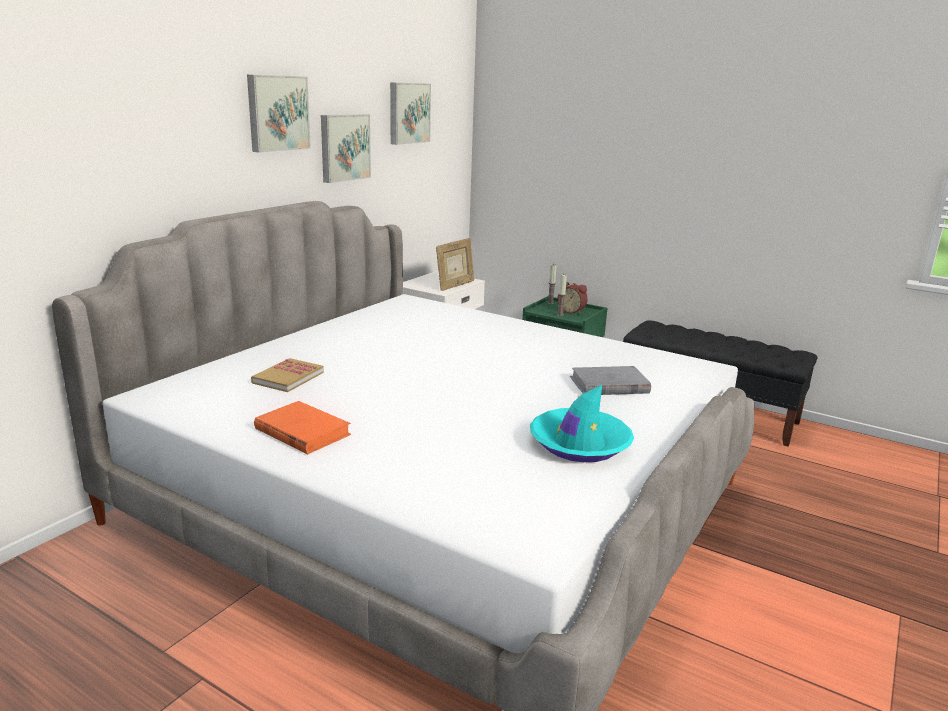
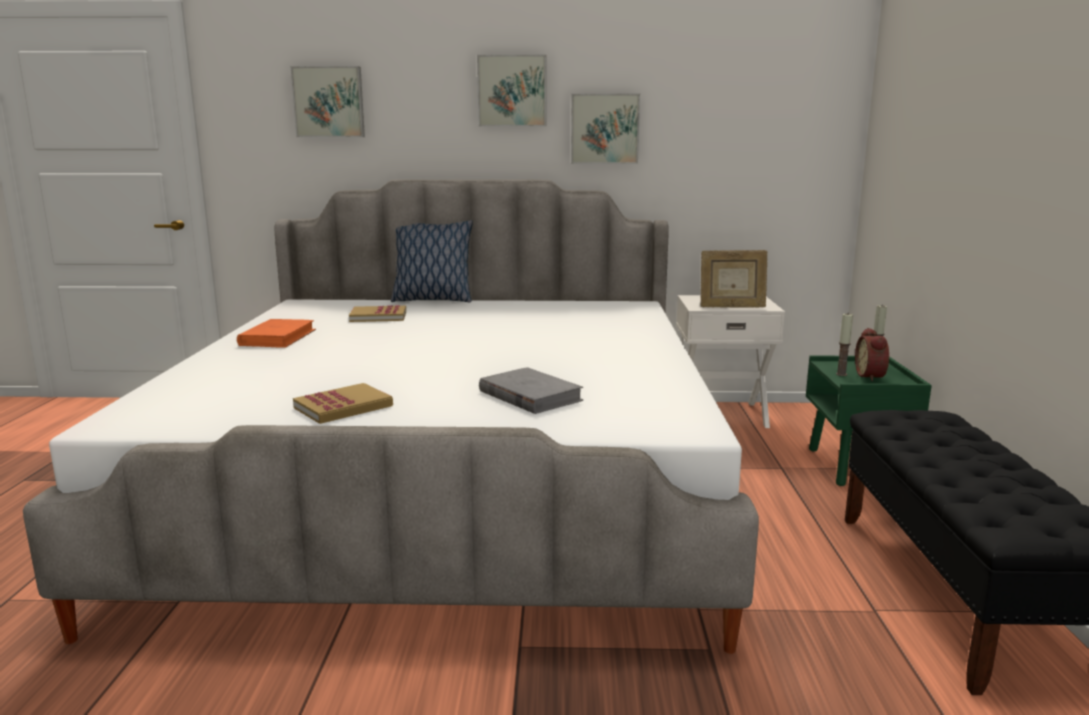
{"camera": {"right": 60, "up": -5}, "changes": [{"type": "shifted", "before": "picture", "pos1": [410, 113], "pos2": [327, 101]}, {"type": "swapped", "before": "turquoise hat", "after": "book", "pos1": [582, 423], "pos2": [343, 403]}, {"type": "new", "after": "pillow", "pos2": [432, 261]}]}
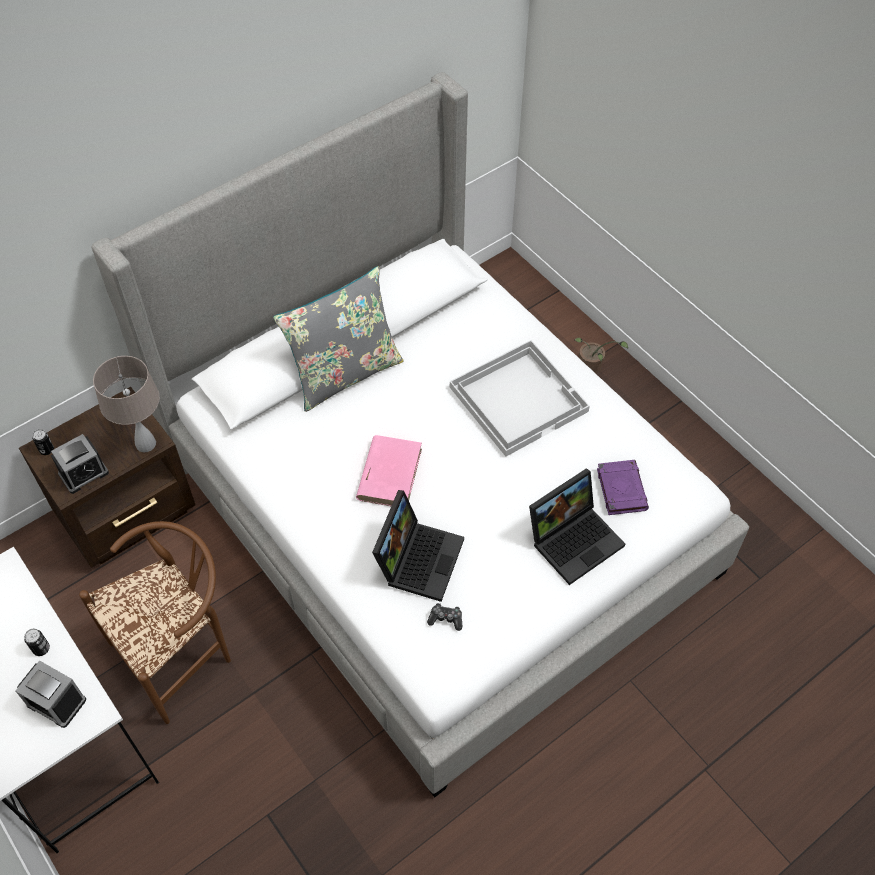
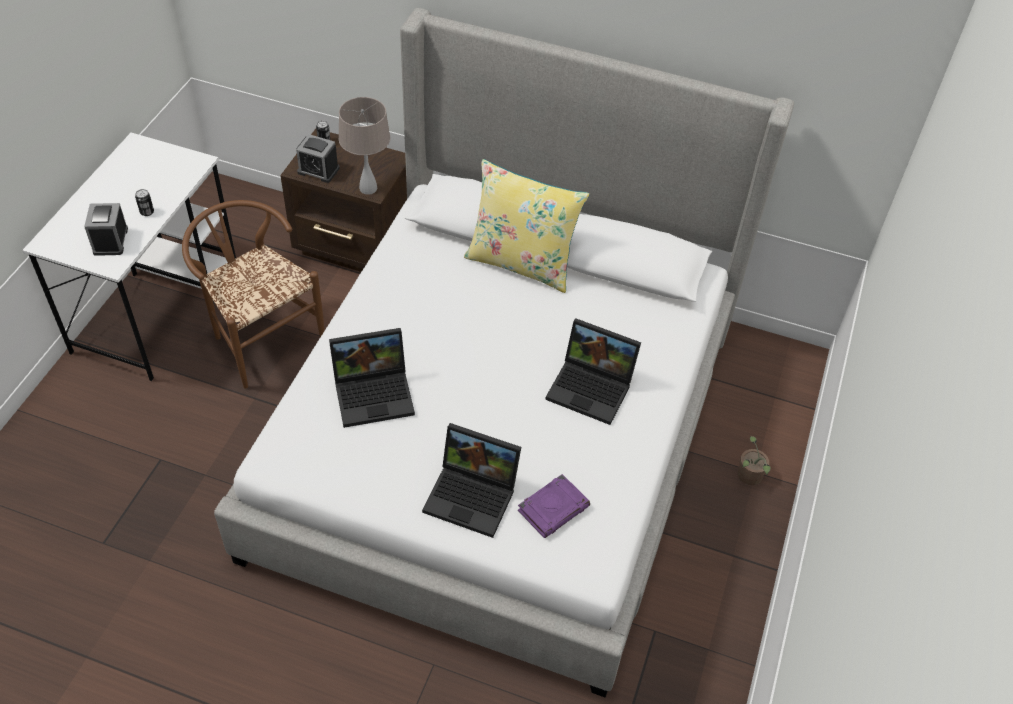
{"camera": {"right": 55, "up": -5}, "changes": [{"type": "repainted", "before": "grey pillow", "after": "yellow pillow", "pos1": [338, 339], "pos2": [527, 226]}, {"type": "swapped", "before": "white tray", "after": "laptop", "pos1": [520, 398], "pos2": [593, 371]}, {"type": "gone", "before": "pink book", "pos1": [389, 470]}, {"type": "rotated", "before": "brown chair", "pos1": [155, 622], "pos2": [253, 294], "turn": -150}, {"type": "gone", "before": "game controller", "pos1": [444, 617]}]}
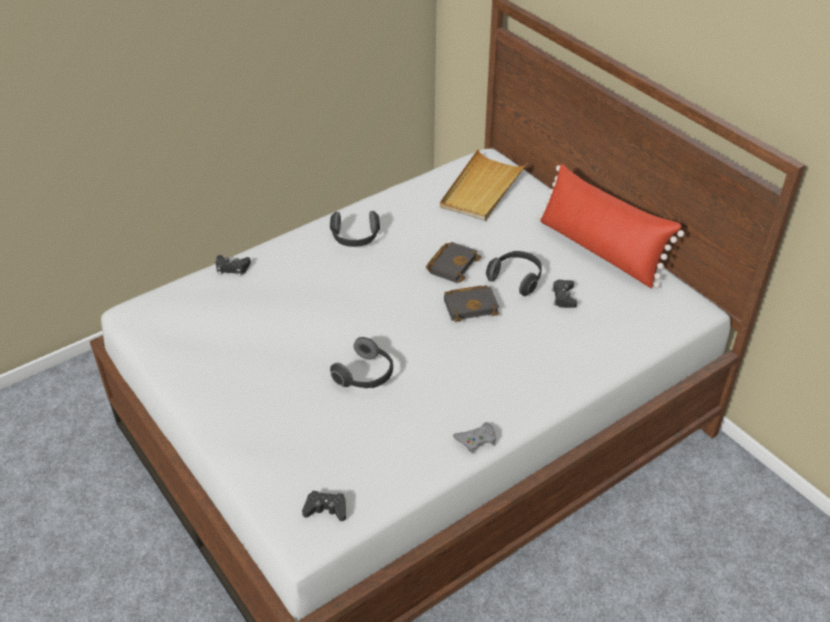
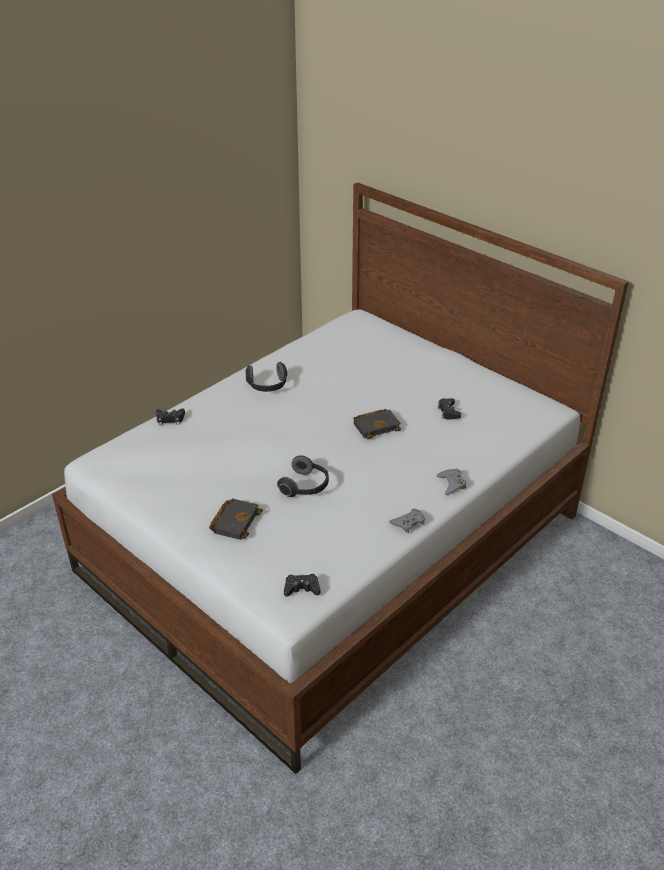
{"camera": {"right": -10, "up": -5}, "changes": [{"type": "gone", "before": "beige tray", "pos1": [484, 185]}, {"type": "gone", "before": "red pillow", "pos1": [611, 226]}, {"type": "shifted", "before": "black book", "pos1": [453, 262], "pos2": [236, 519]}, {"type": "gone", "before": "headphones", "pos1": [514, 273]}, {"type": "new", "after": "grey game controller", "pos2": [452, 482]}]}
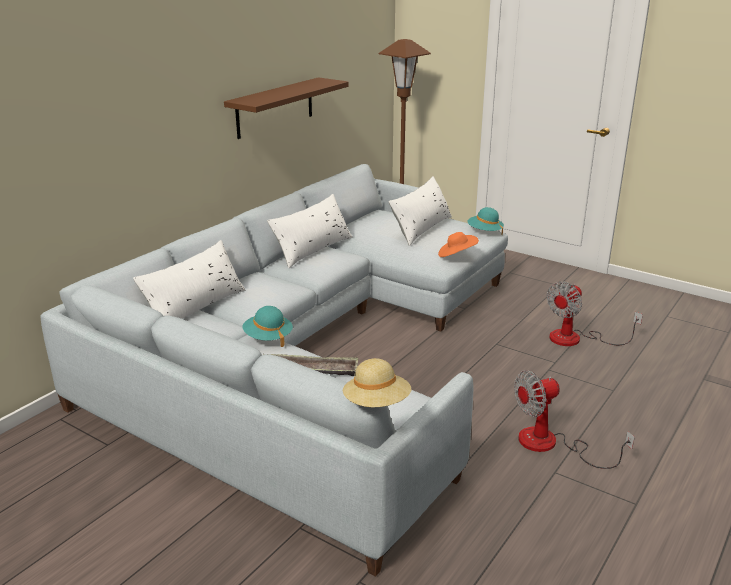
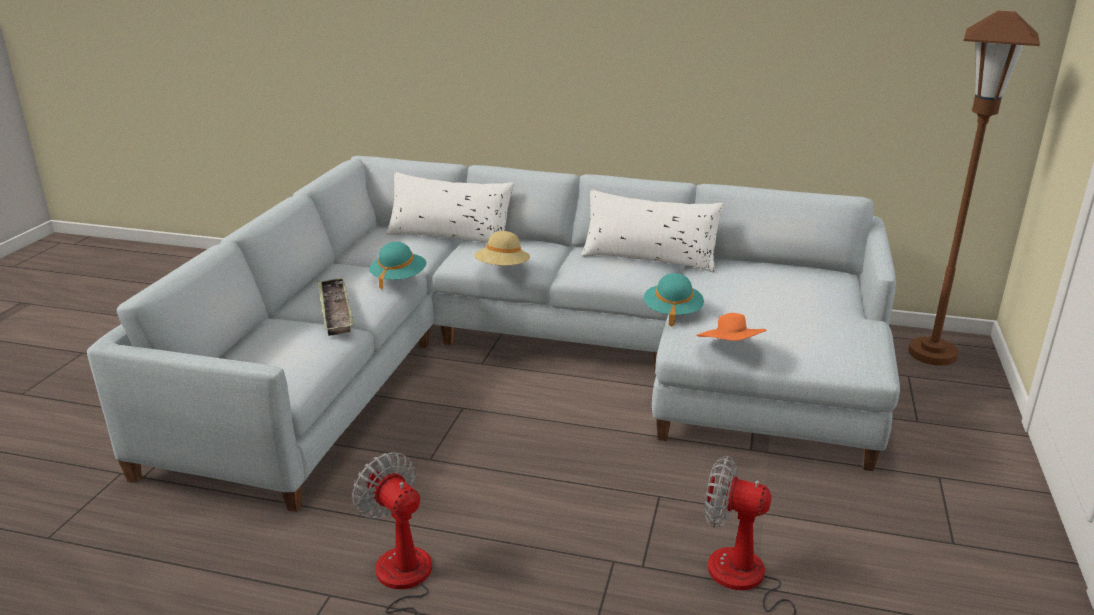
{"camera": {"right": 70, "up": 0}, "changes": [{"type": "gone", "before": "brown shelf", "pos1": [286, 108]}, {"type": "gone", "before": "white pillow", "pos1": [420, 211]}, {"type": "shifted", "before": "turquoise hat", "pos1": [486, 221], "pos2": [674, 300]}, {"type": "shifted", "before": "beige hat", "pos1": [377, 382], "pos2": [502, 248]}]}
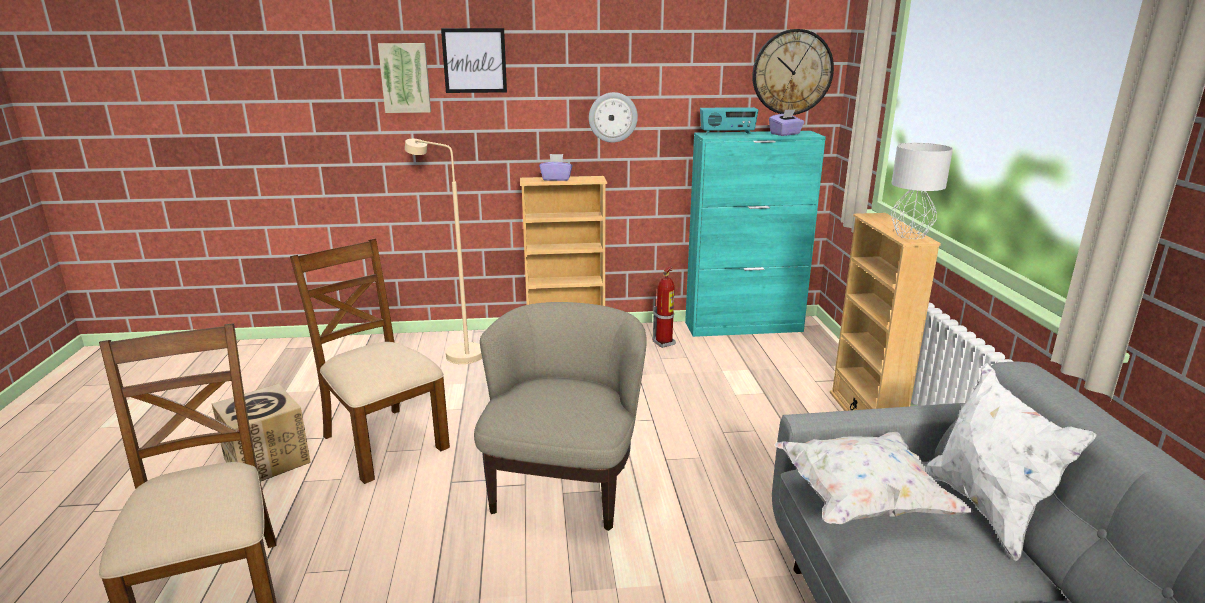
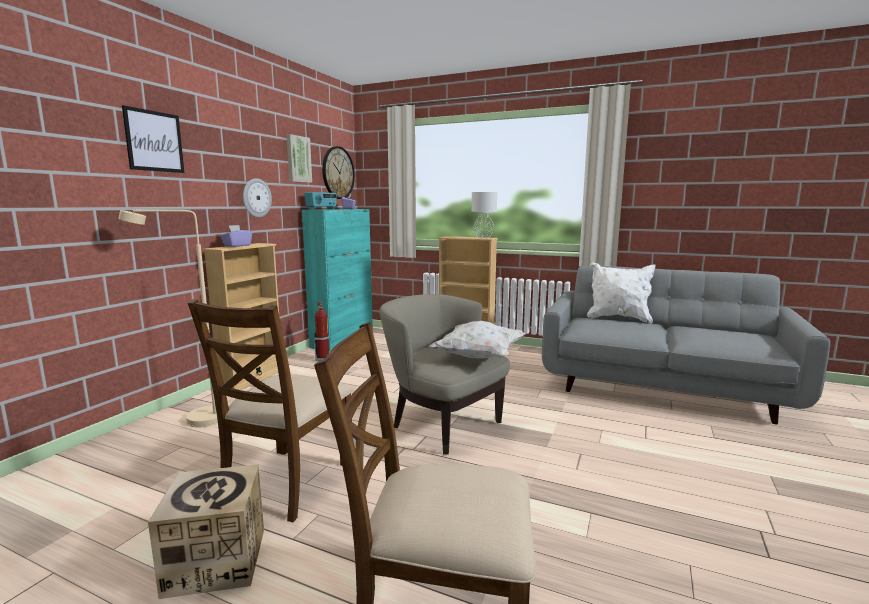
{"camera": {"right": -60, "up": -10}, "changes": [{"type": "shifted", "before": "picture", "pos1": [404, 78], "pos2": [299, 158]}, {"type": "rotated", "before": "brown chair", "pos1": [370, 361], "pos2": [270, 410], "turn": -60}, {"type": "shifted", "before": "white pillow", "pos1": [874, 478], "pos2": [477, 340]}]}
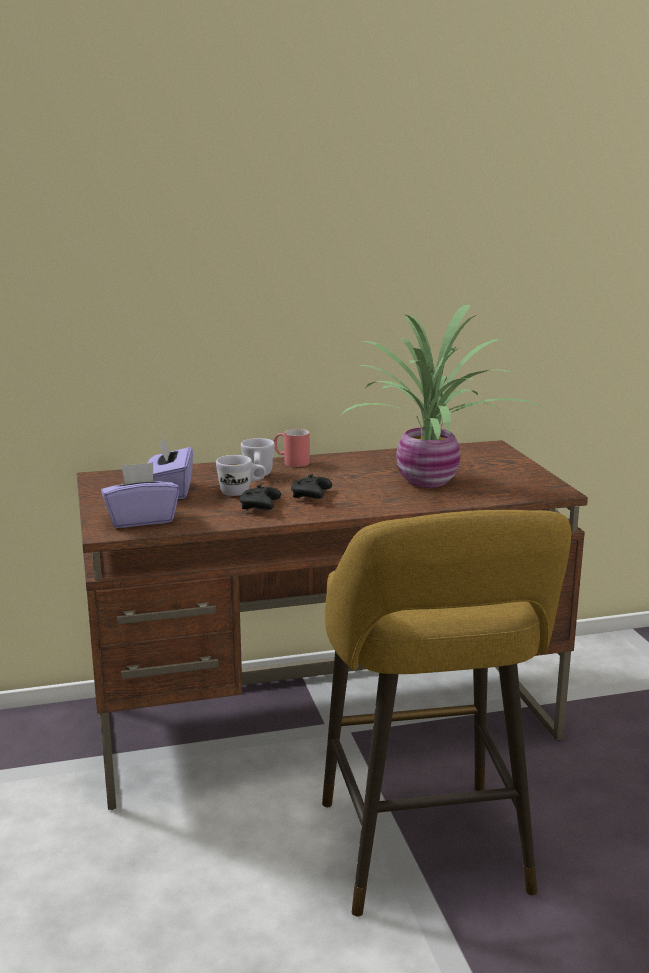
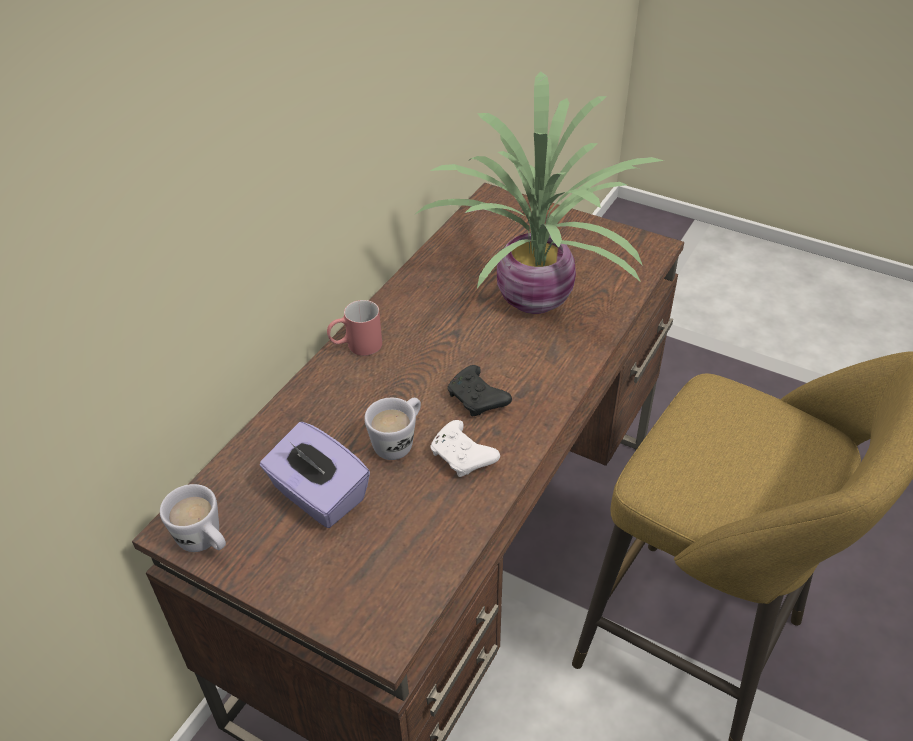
{"camera": {"right": -45, "up": 25}, "changes": [{"type": "shifted", "before": "white mug", "pos1": [258, 457], "pos2": [193, 518]}, {"type": "gone", "before": "purple tissue box", "pos1": [140, 495]}, {"type": "repainted", "before": "black game controller", "after": "white game controller", "pos1": [260, 497], "pos2": [465, 448]}]}
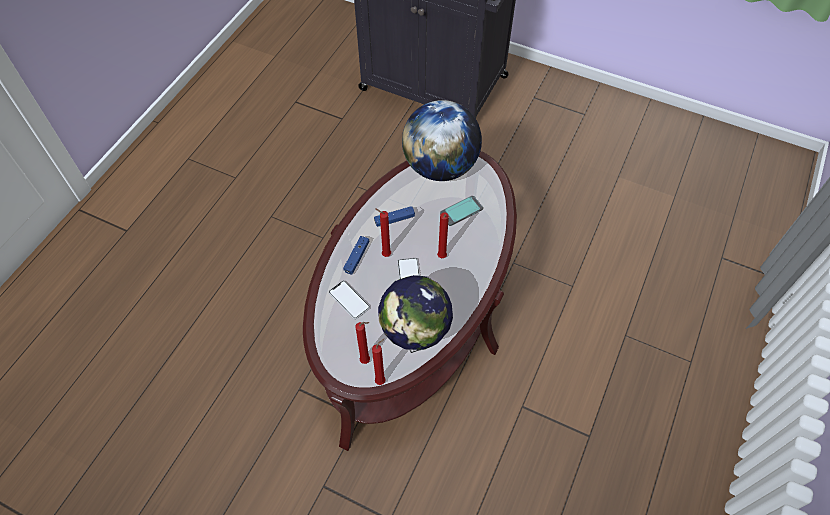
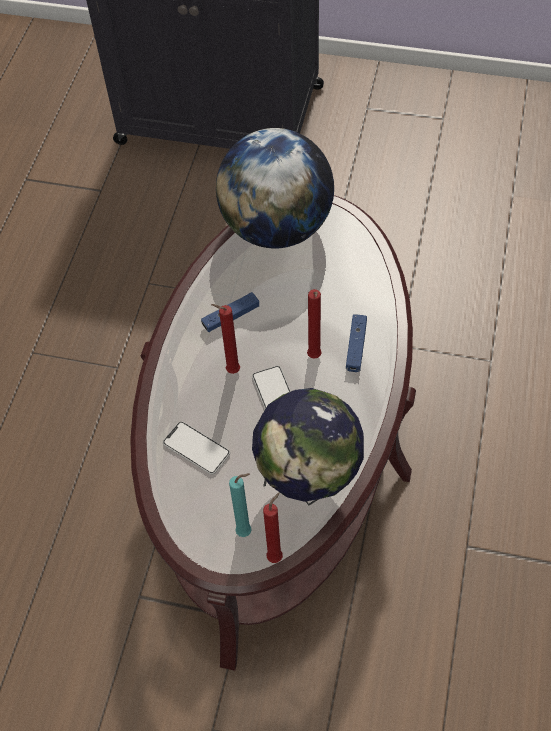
{"camera": {"right": -10, "up": 0}, "changes": [{"type": "gone", "before": "phone", "pos1": [461, 211]}, {"type": "shifted", "before": "blue game controller", "pos1": [356, 255], "pos2": [356, 343]}, {"type": "repainted", "before": "red candle", "after": "turquoise candle", "pos1": [363, 343], "pos2": [240, 505]}]}
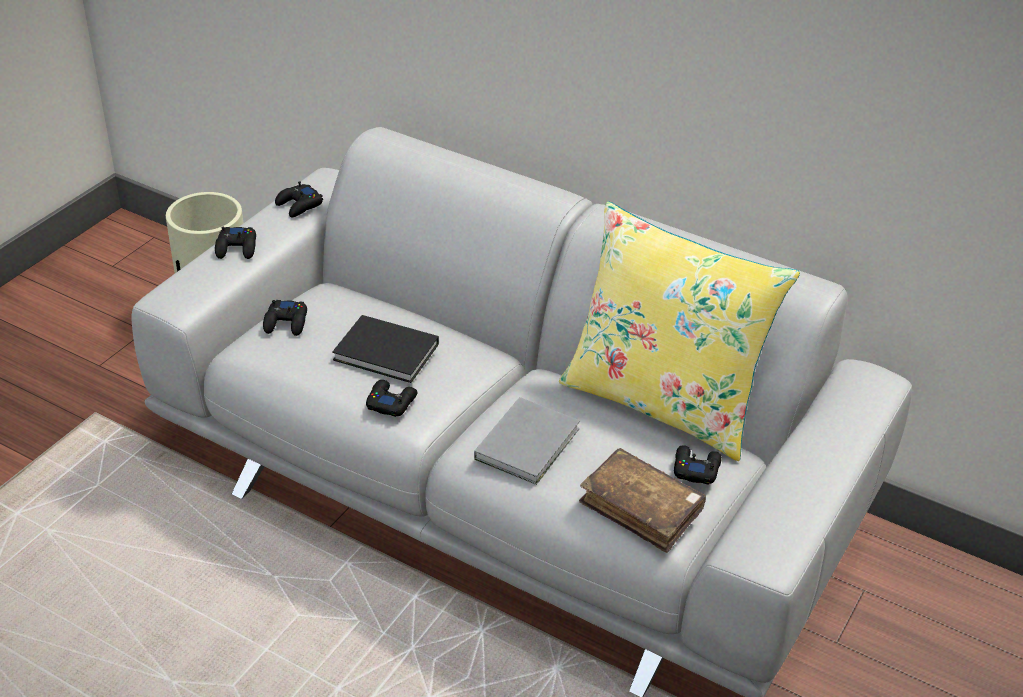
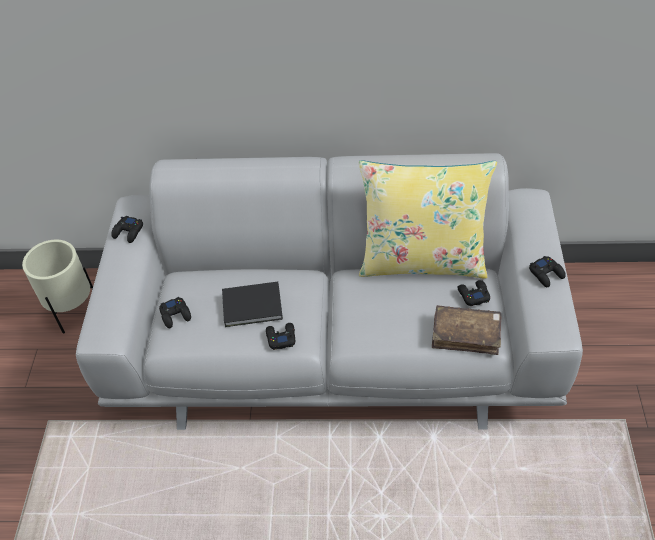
{"camera": {"right": -25, "up": 10}, "changes": [{"type": "shifted", "before": "black game controller", "pos1": [235, 243], "pos2": [547, 271]}, {"type": "gone", "before": "grey book", "pos1": [527, 441]}]}
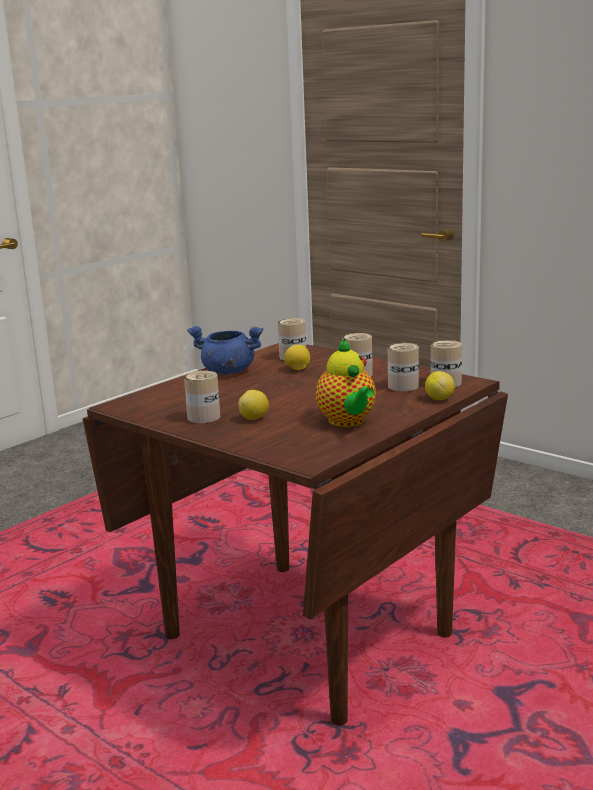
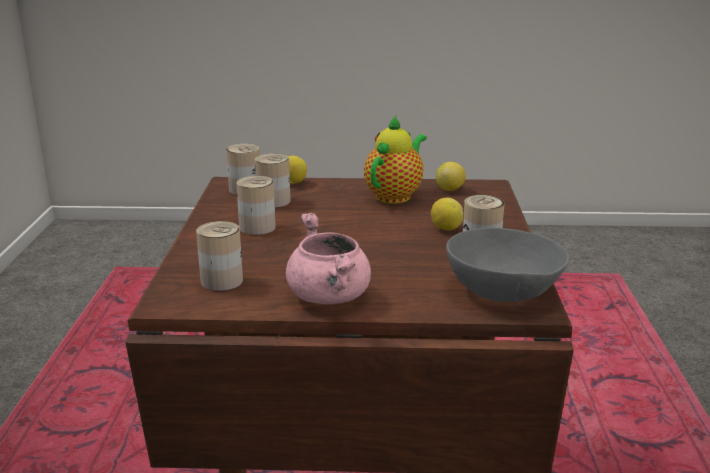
{"camera": {"right": -130, "up": 5}, "changes": [{"type": "repainted", "before": "blue cooking pot", "after": "pink cooking pot", "pos1": [225, 350], "pos2": [328, 258]}, {"type": "shifted", "before": "lemon", "pos1": [297, 357], "pos2": [451, 176]}, {"type": "new", "after": "grey bowl", "pos2": [507, 265]}]}
